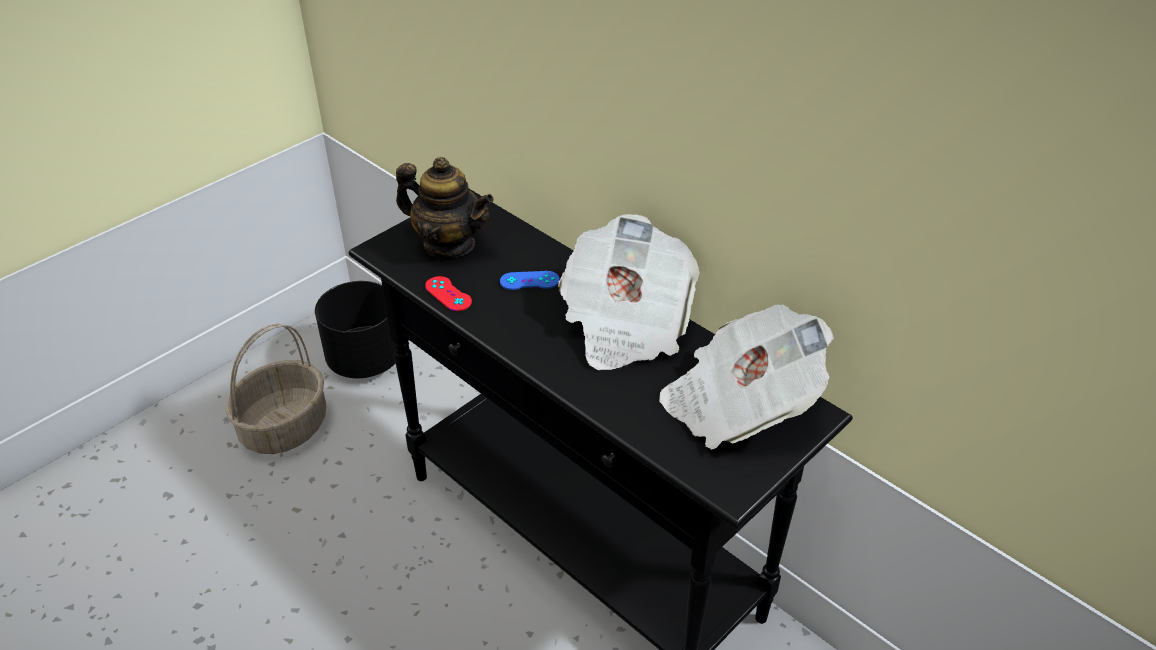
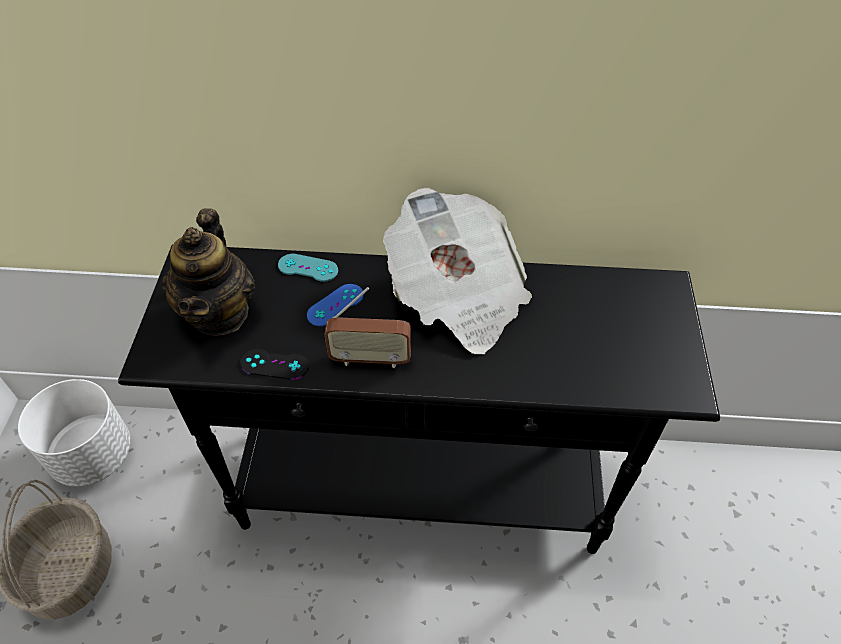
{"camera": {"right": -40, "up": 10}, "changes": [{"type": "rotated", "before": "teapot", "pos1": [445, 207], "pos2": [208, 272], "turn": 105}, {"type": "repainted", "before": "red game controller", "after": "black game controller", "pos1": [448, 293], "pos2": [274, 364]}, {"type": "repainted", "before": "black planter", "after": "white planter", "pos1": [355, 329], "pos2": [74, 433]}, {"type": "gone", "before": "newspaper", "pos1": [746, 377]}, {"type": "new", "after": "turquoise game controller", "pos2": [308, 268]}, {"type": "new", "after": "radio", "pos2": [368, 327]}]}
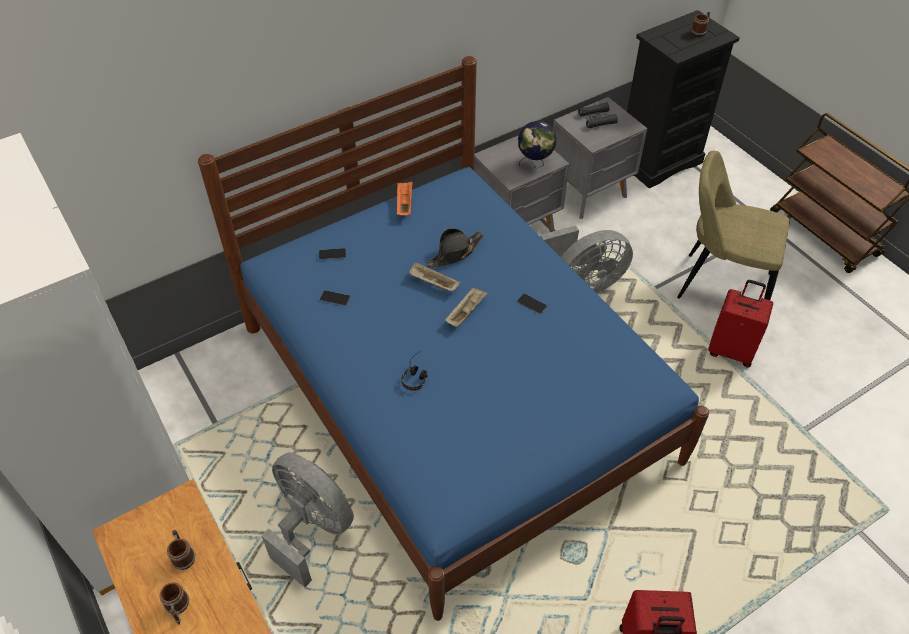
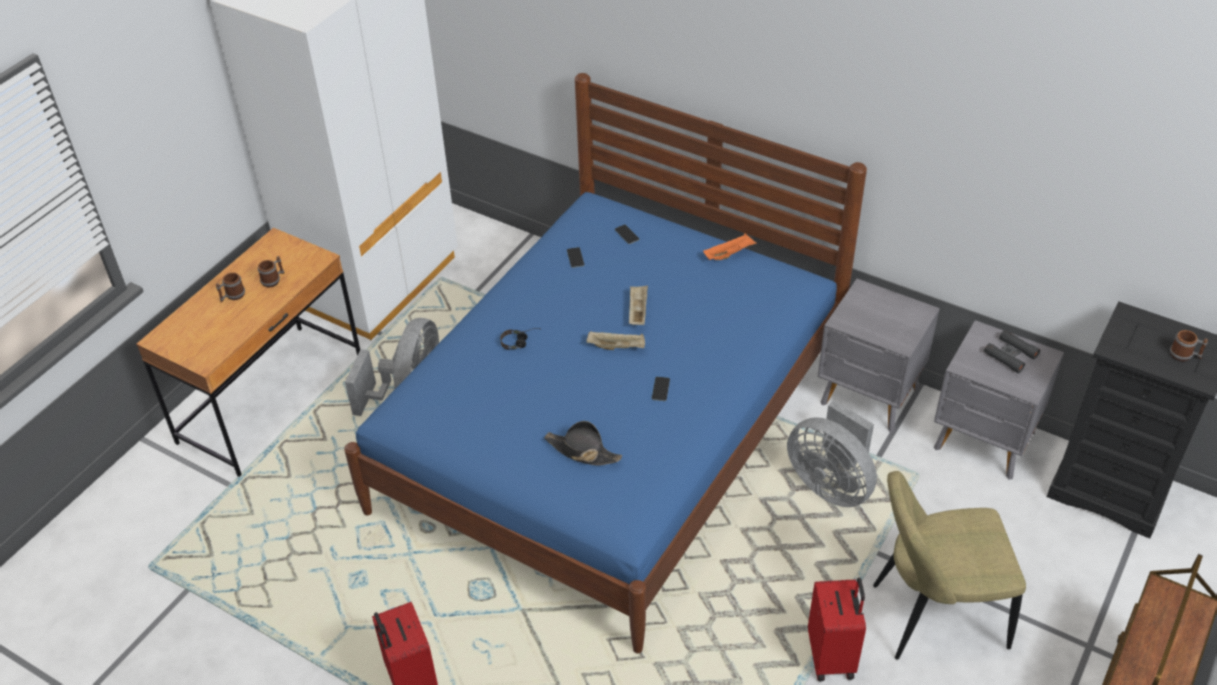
{"camera": {"right": 65, "up": -5}, "changes": [{"type": "gone", "before": "globe", "pos1": [537, 145]}, {"type": "rotated", "before": "beige chair", "pos1": [733, 225], "pos2": [949, 565], "turn": -90}, {"type": "shifted", "before": "black hat", "pos1": [455, 247], "pos2": [583, 443]}]}
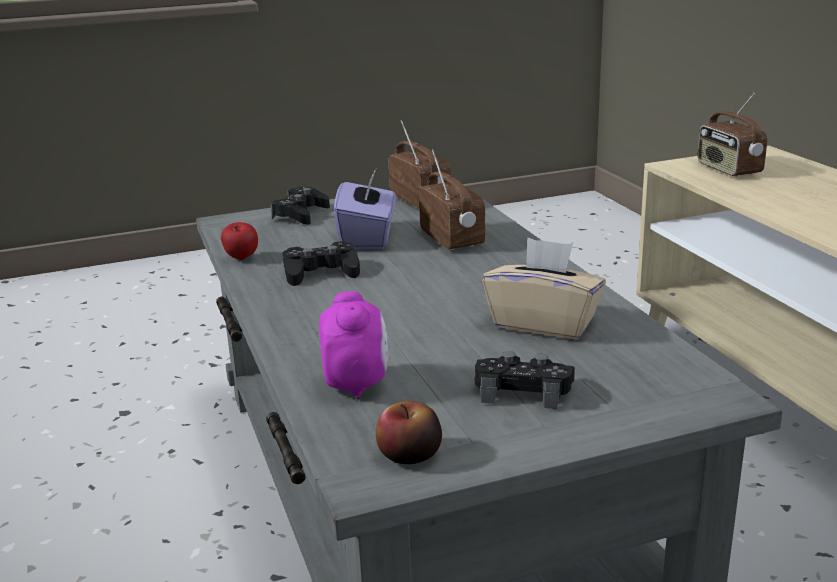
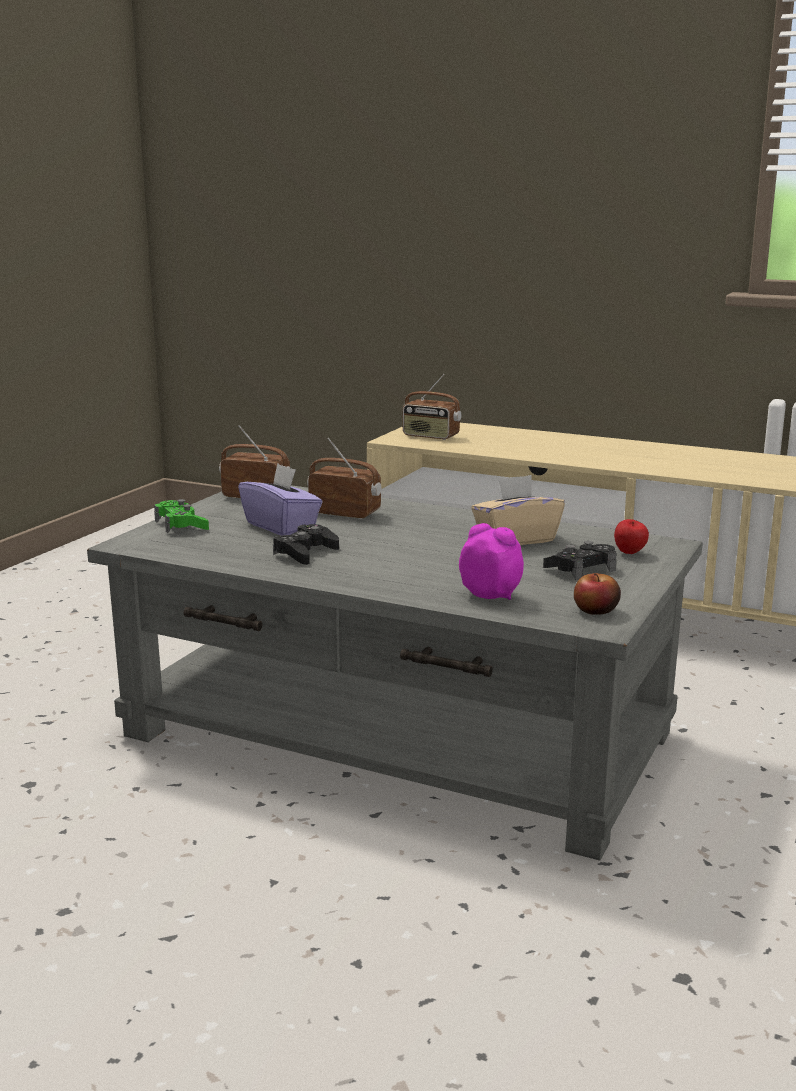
{"camera": {"right": -45, "up": -5}, "changes": [{"type": "repainted", "before": "black game controller", "after": "green game controller", "pos1": [300, 206], "pos2": [181, 516]}, {"type": "shifted", "before": "apple", "pos1": [239, 241], "pos2": [631, 536]}]}
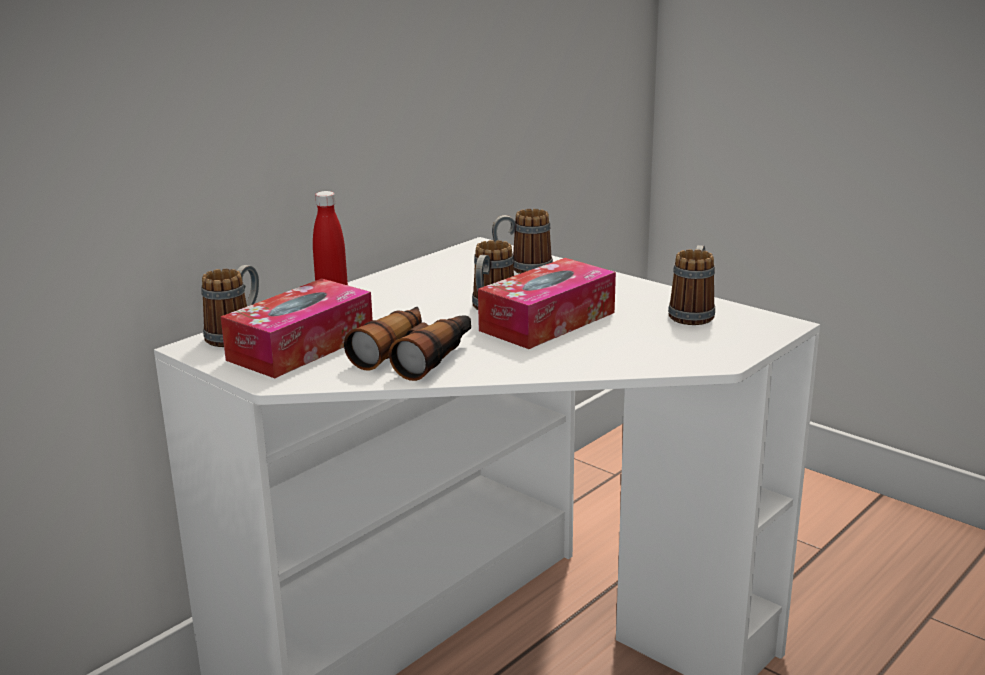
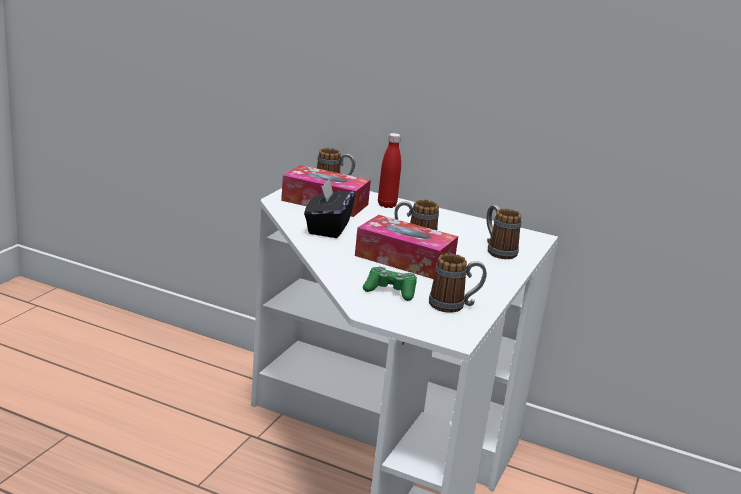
{"camera": {"right": 70, "up": 0}, "changes": [{"type": "swapped", "before": "binoculars", "after": "black tissue box", "pos1": [407, 343], "pos2": [329, 208]}, {"type": "new", "after": "green game controller", "pos2": [390, 284]}]}
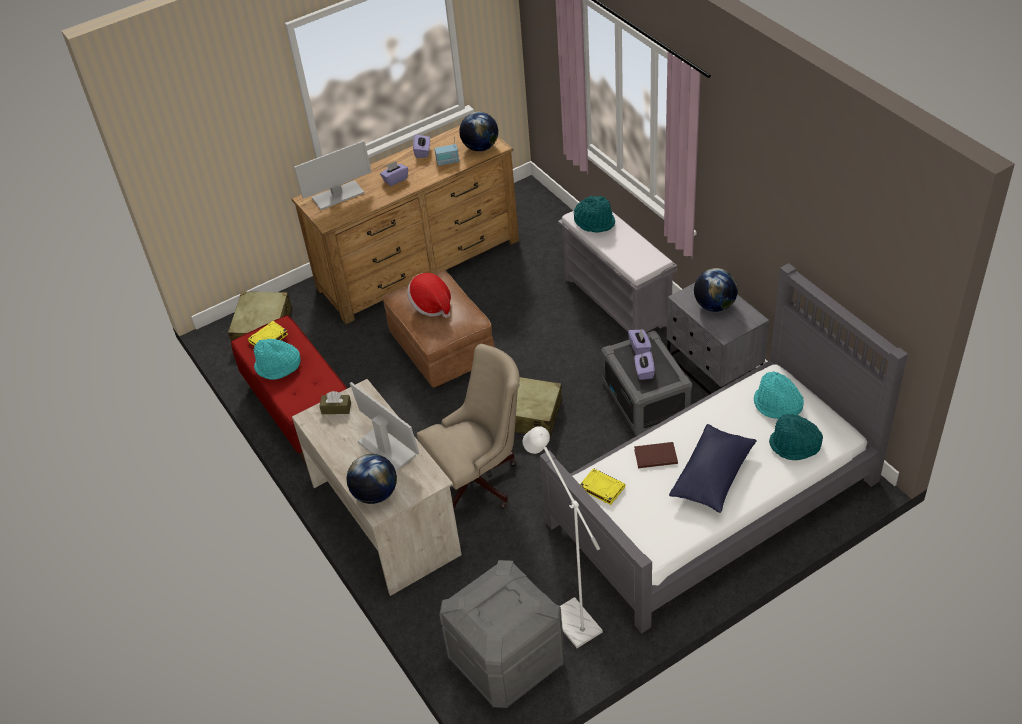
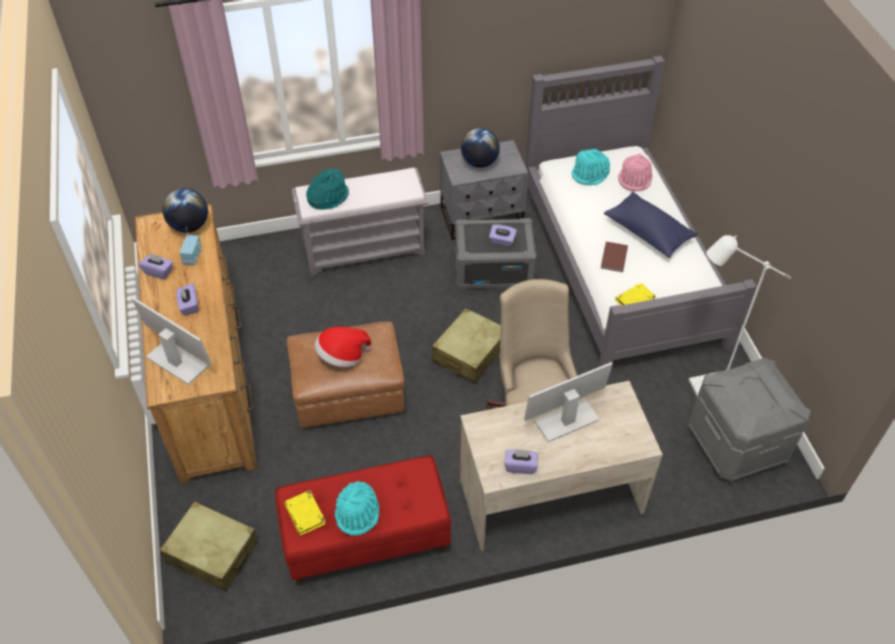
{"camera": {"right": -75, "up": 5}, "changes": [{"type": "rotated", "before": "monitor", "pos1": [332, 175], "pos2": [171, 341], "turn": -45}, {"type": "shifted", "before": "purple tissue box", "pos1": [640, 342], "pos2": [521, 461]}, {"type": "gone", "before": "brown tissue box", "pos1": [335, 402]}, {"type": "repainted", "before": "turquoise hat", "after": "pink hat", "pos1": [796, 437], "pos2": [635, 172]}, {"type": "gone", "before": "globe", "pos1": [371, 479]}]}
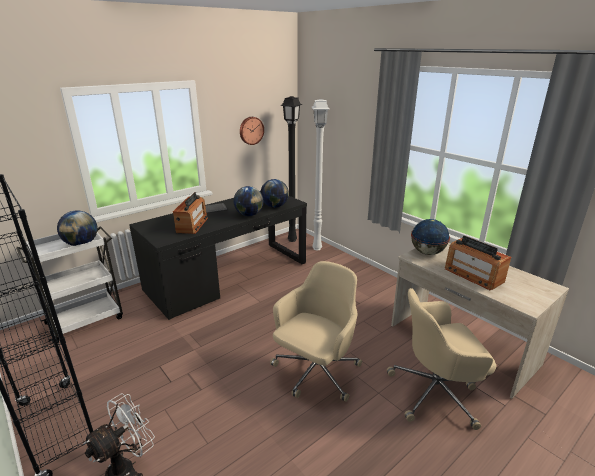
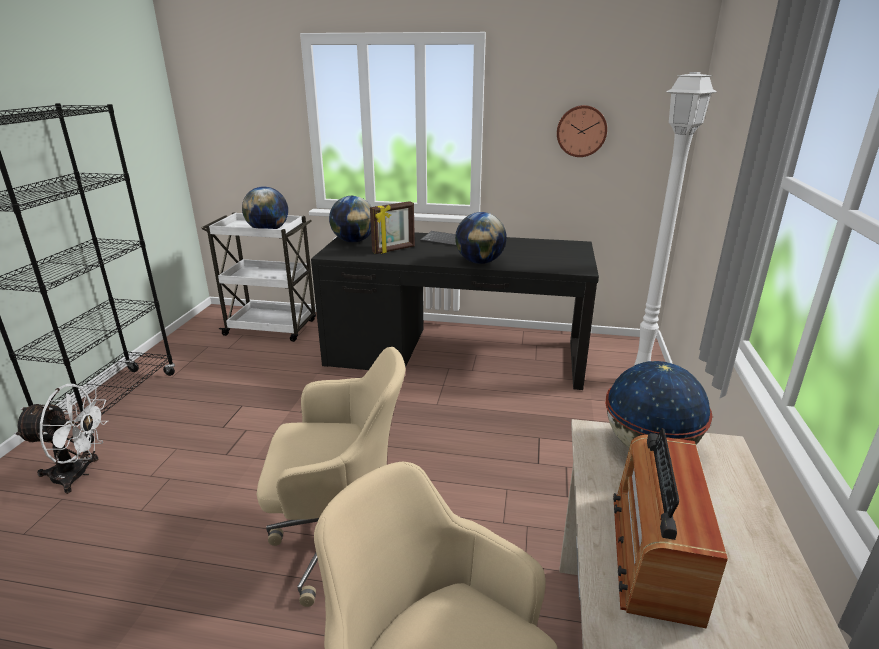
{"camera": {"right": 50, "up": 0}, "changes": [{"type": "gone", "before": "black floor lamp", "pos1": [291, 169]}, {"type": "shifted", "before": "globe", "pos1": [275, 193], "pos2": [350, 219]}, {"type": "swapped", "before": "radio", "after": "picture frame", "pos1": [190, 213], "pos2": [392, 227]}]}
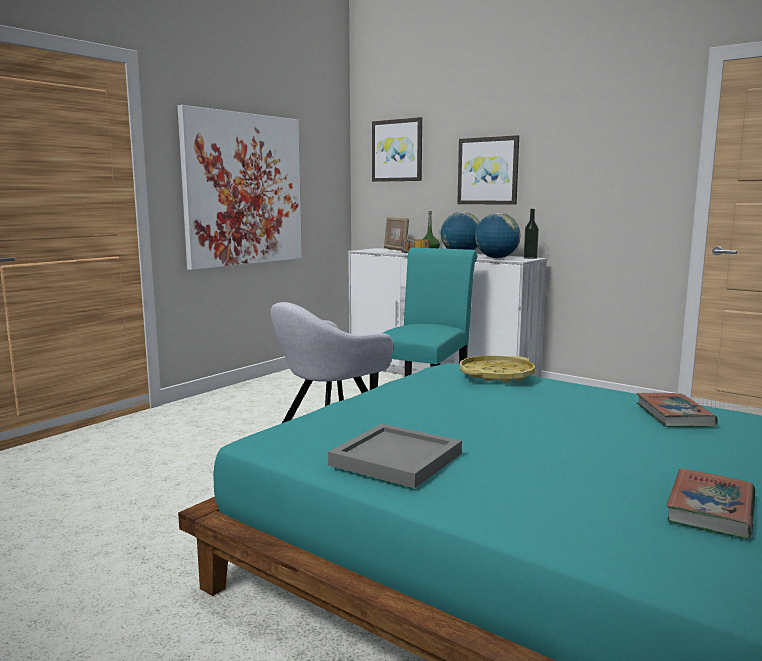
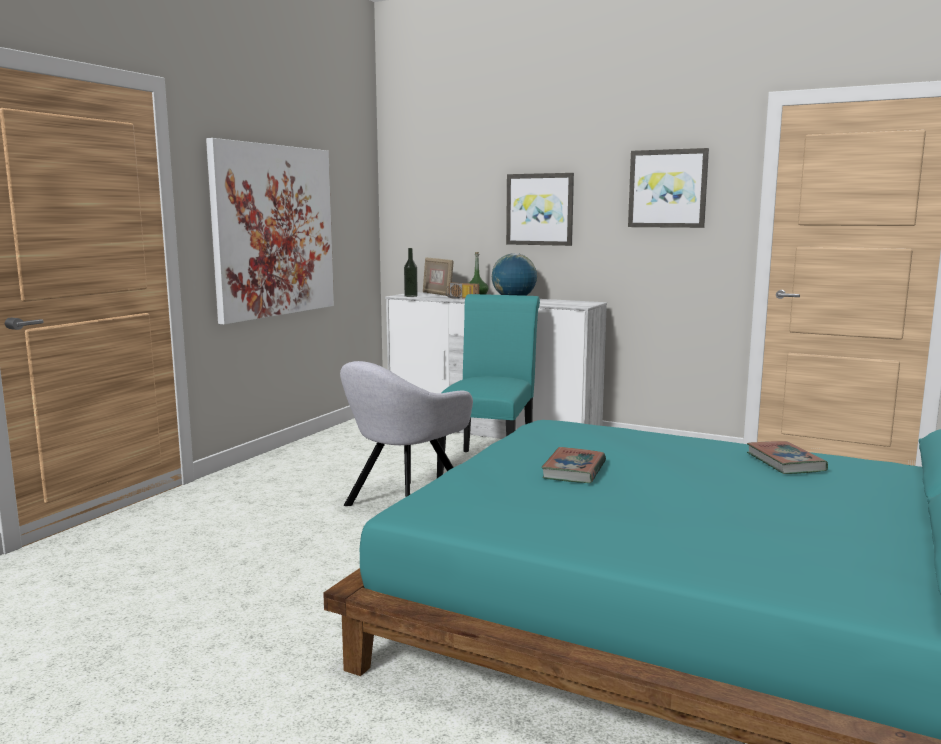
{"camera": {"right": -10, "up": 0}, "changes": [{"type": "shifted", "before": "picture", "pos1": [397, 149], "pos2": [668, 188]}, {"type": "shifted", "before": "bottle", "pos1": [531, 234], "pos2": [411, 272]}, {"type": "gone", "before": "globe", "pos1": [498, 235]}, {"type": "gone", "before": "yellow tray", "pos1": [497, 369]}, {"type": "gone", "before": "grey tray", "pos1": [395, 455]}, {"type": "shifted", "before": "book", "pos1": [710, 503], "pos2": [573, 465]}]}
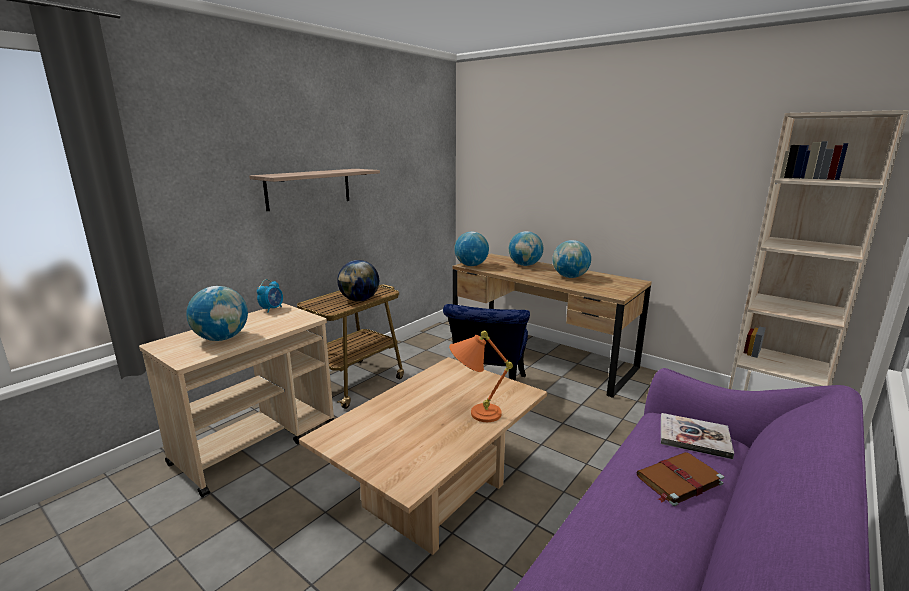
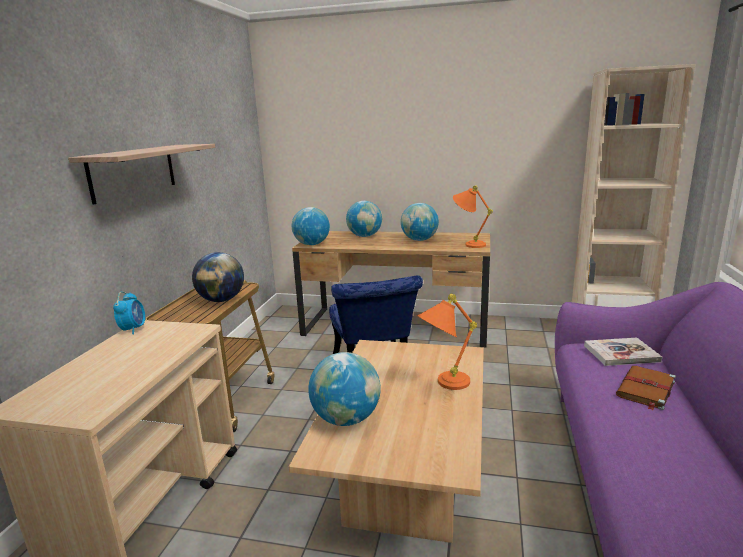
{"camera": {"right": -25, "up": 0}, "changes": [{"type": "shifted", "before": "globe", "pos1": [217, 313], "pos2": [344, 389]}, {"type": "new", "after": "orange table lamp", "pos2": [473, 217]}]}
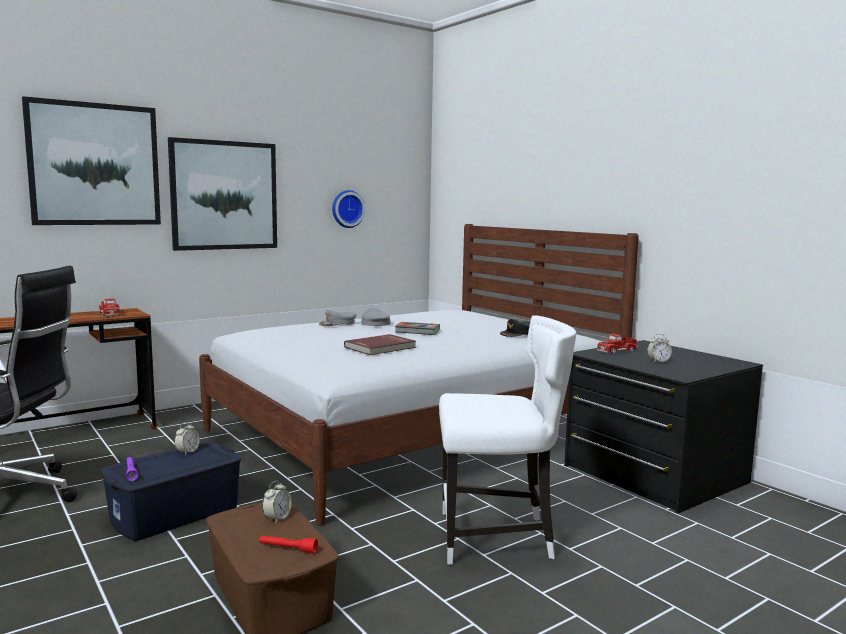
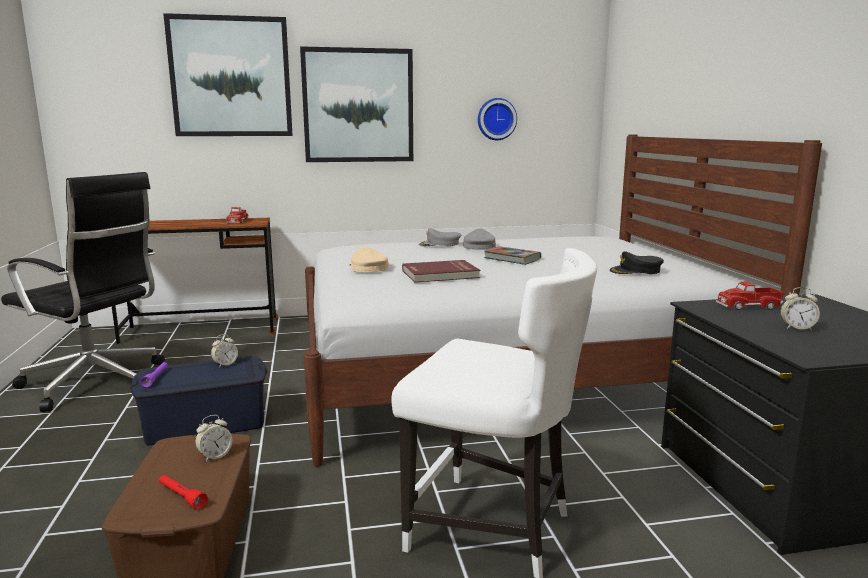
{"camera": {"right": 25, "up": 5}, "changes": [{"type": "new", "after": "beige cap", "pos2": [369, 259]}]}
